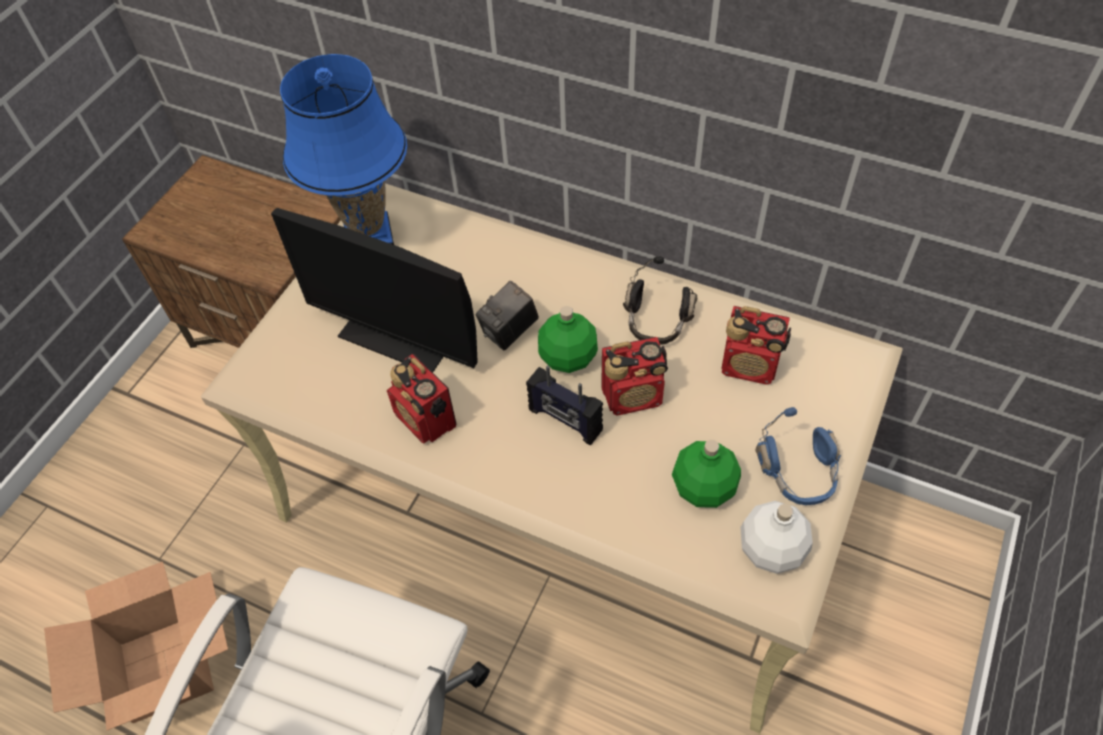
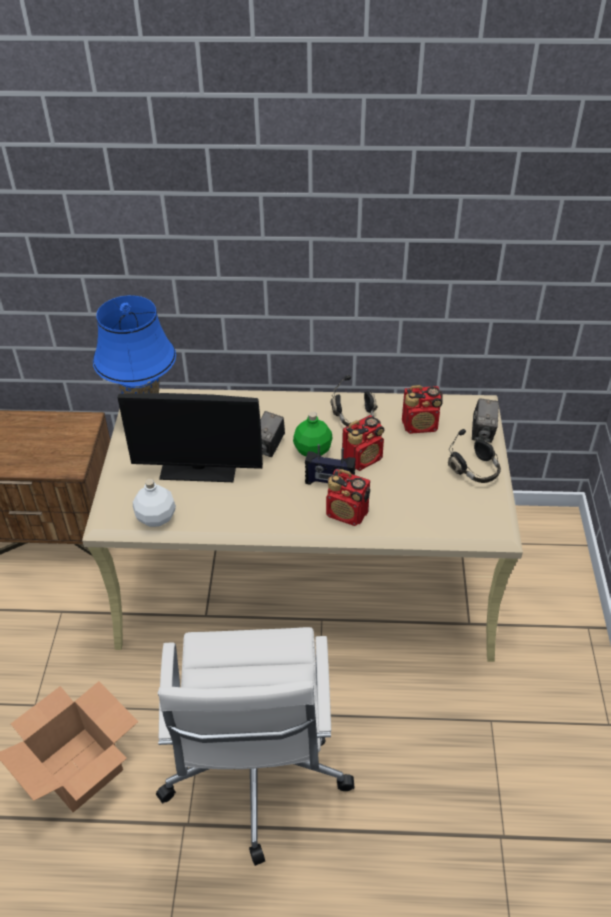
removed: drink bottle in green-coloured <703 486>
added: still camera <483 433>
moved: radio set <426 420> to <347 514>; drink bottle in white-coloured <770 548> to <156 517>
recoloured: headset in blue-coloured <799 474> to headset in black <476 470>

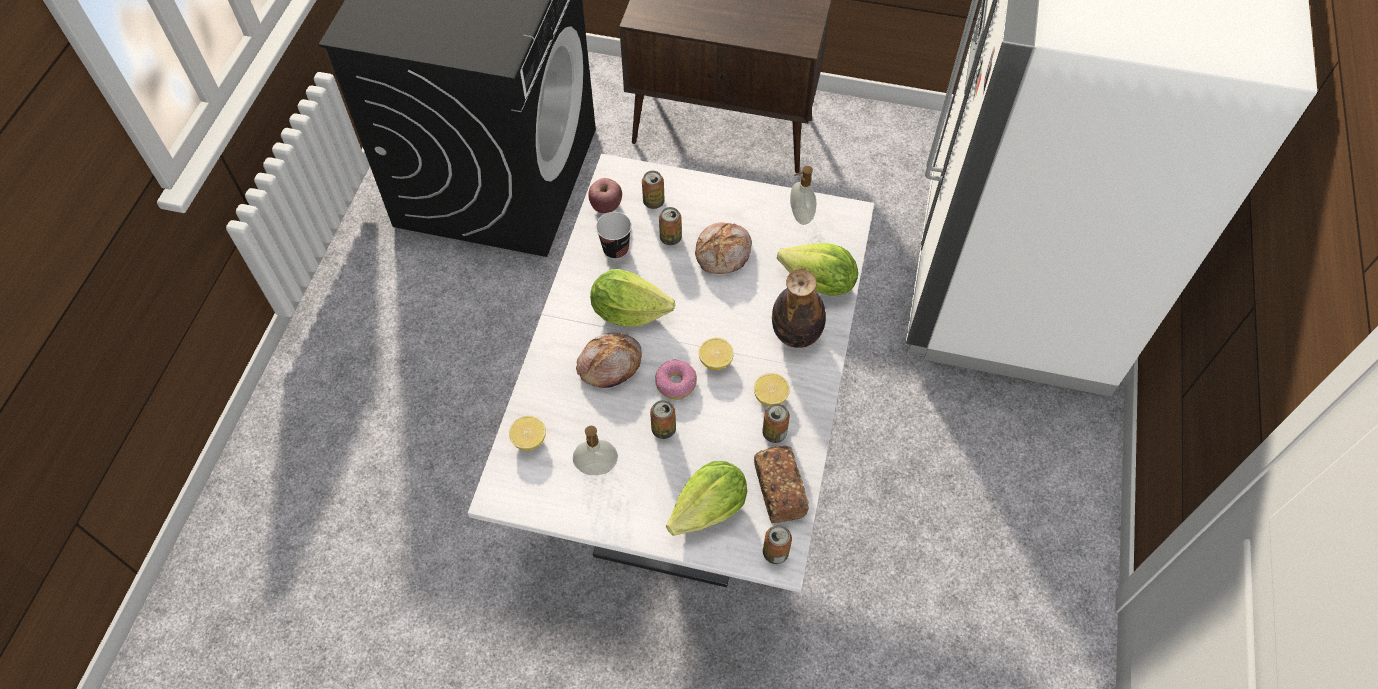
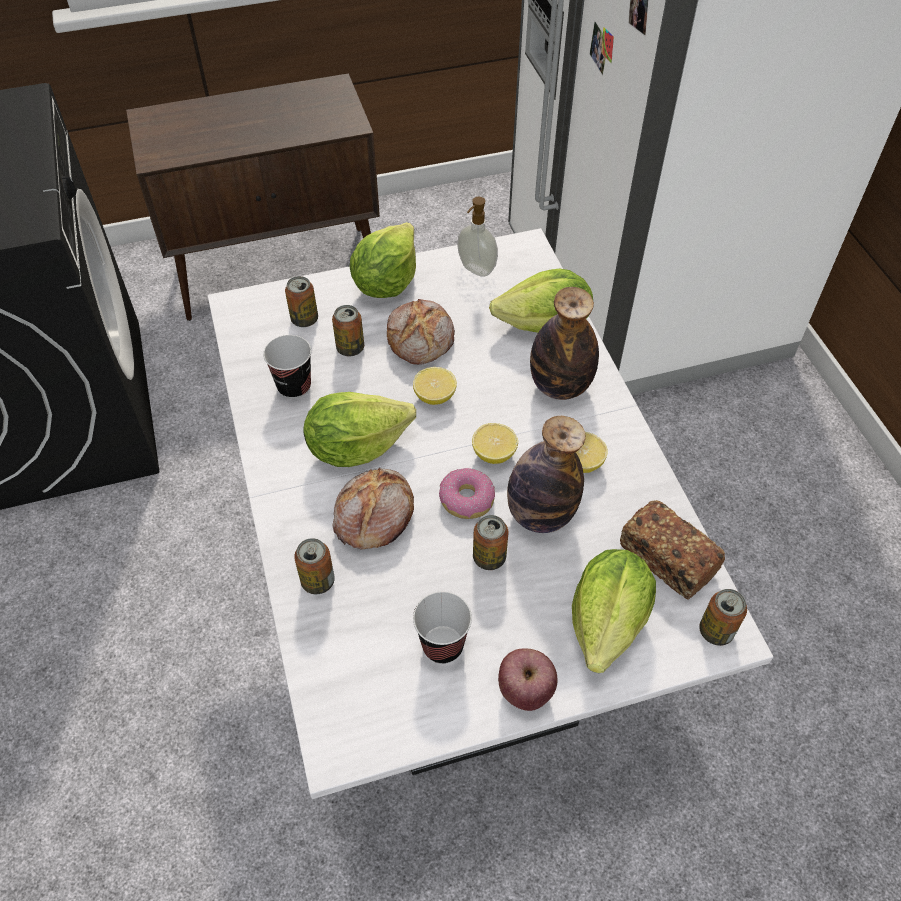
added: head of lettuce <386 282>; drink bottle <540 514>
moved: lemon <529 440> to <435 396>; apple <606 206> to <525 690>; metal can <774 433> to <318 581>
replaced: liquid soap bottle <597 469> to small cup <442 646>

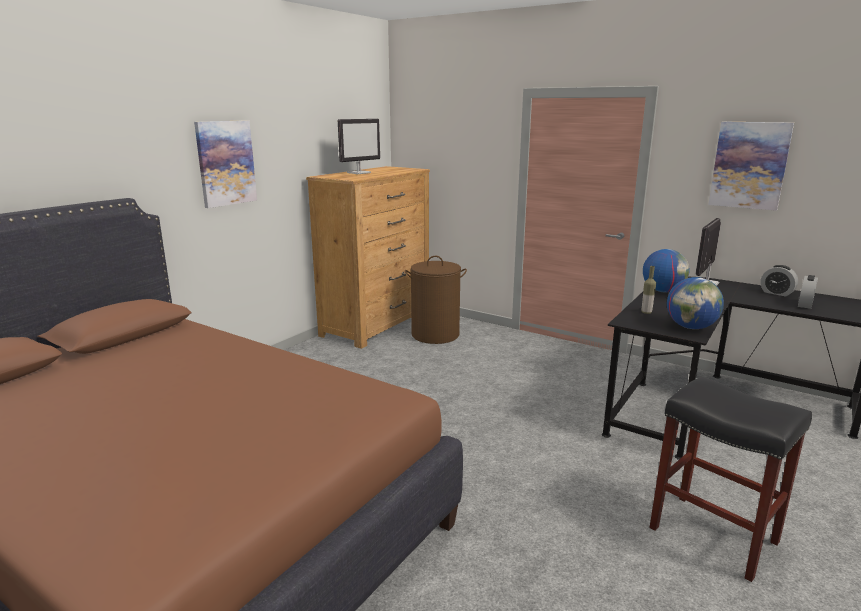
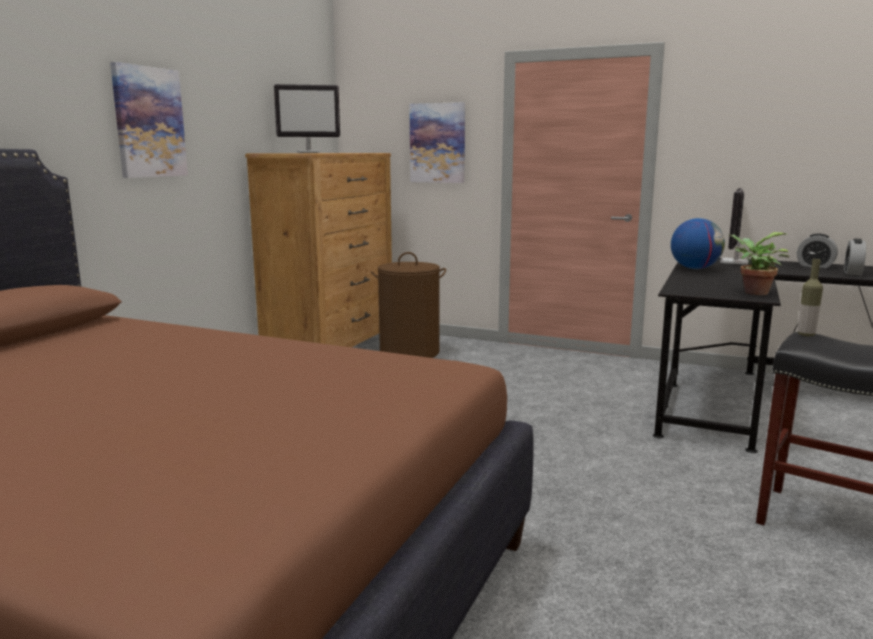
moved: drink bottle <646 312> to <806 335>; wall picture <749 165> to <437 143>
replaced: world globe <691 327> to potted plant <752 292>
turned: monitor <359 173> = <309 152> 45 degrees clockwise

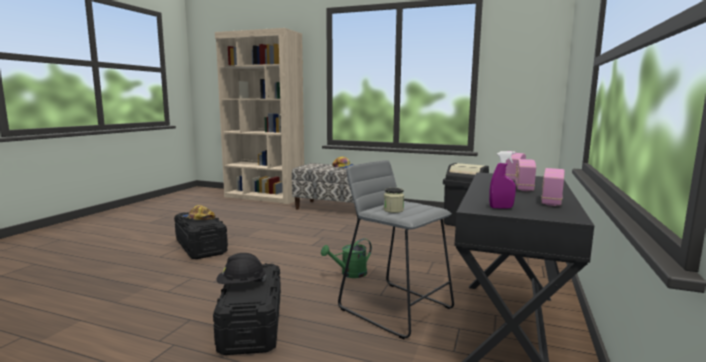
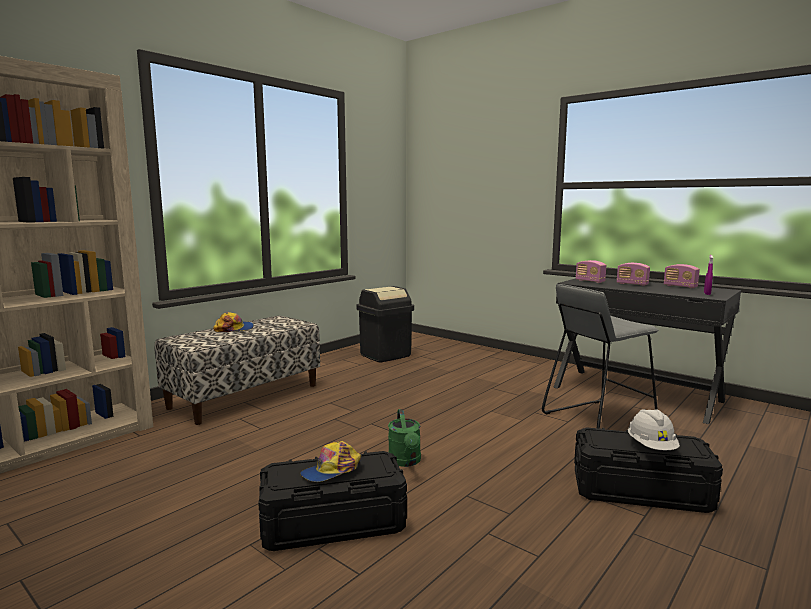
removed: jar <393 210>
moved: watering can in green-coloured <349 274> to <406 461>
recoloured: work helmet in black <241 285> to work helmet in white-coloured <651 447>

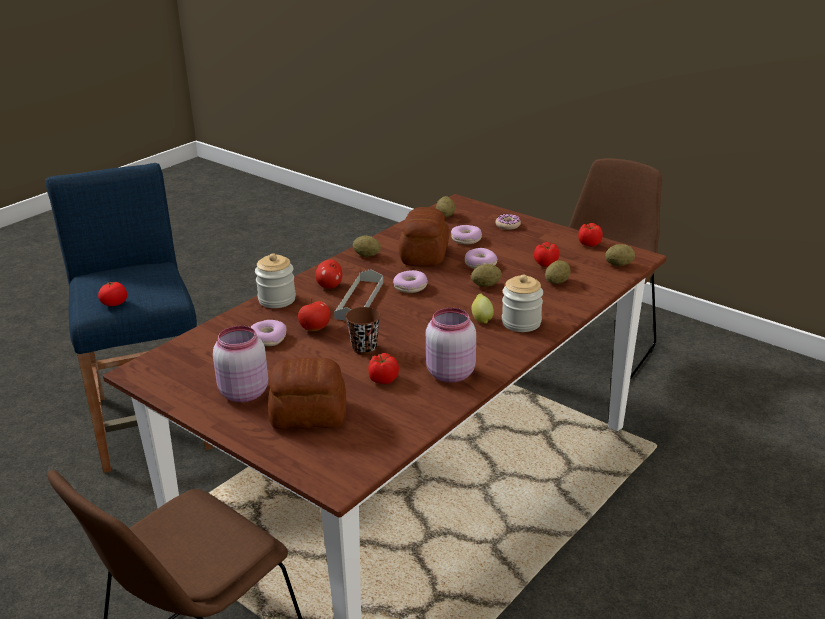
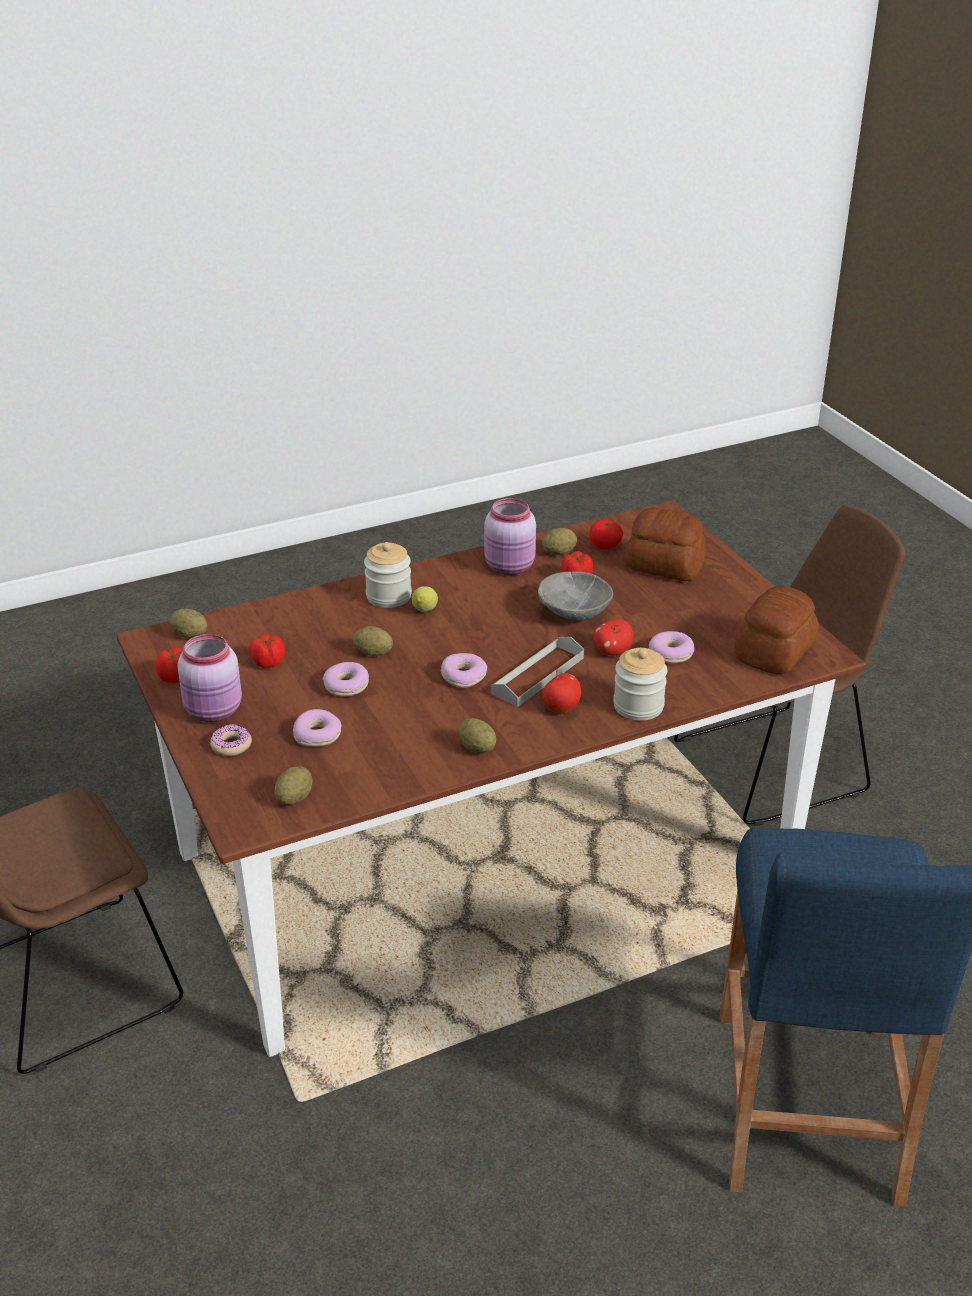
moved: whole tomato <114 303> to <605 546>; jar in pinkish <242 392> to <215 711>; bakery bread <423 255> to <776 652>; potato <557 282> to <559 552>
replaced: small cup in brown <364 348> to bowl in greyish <573 614>

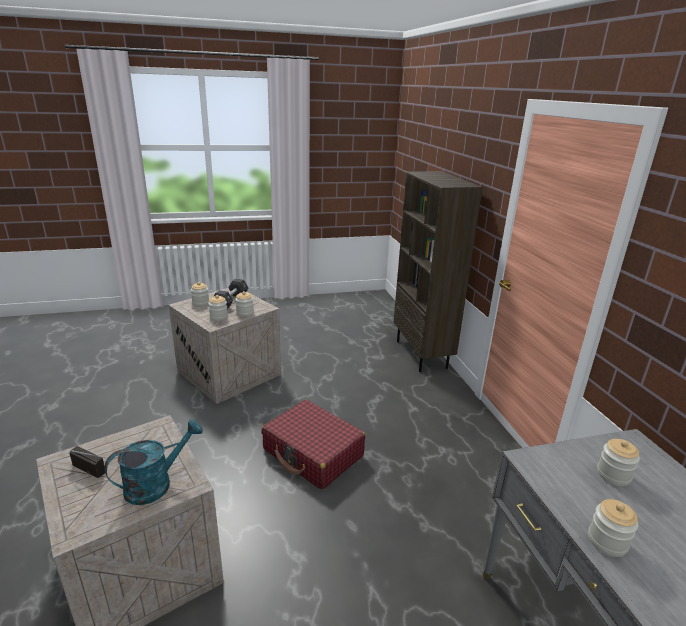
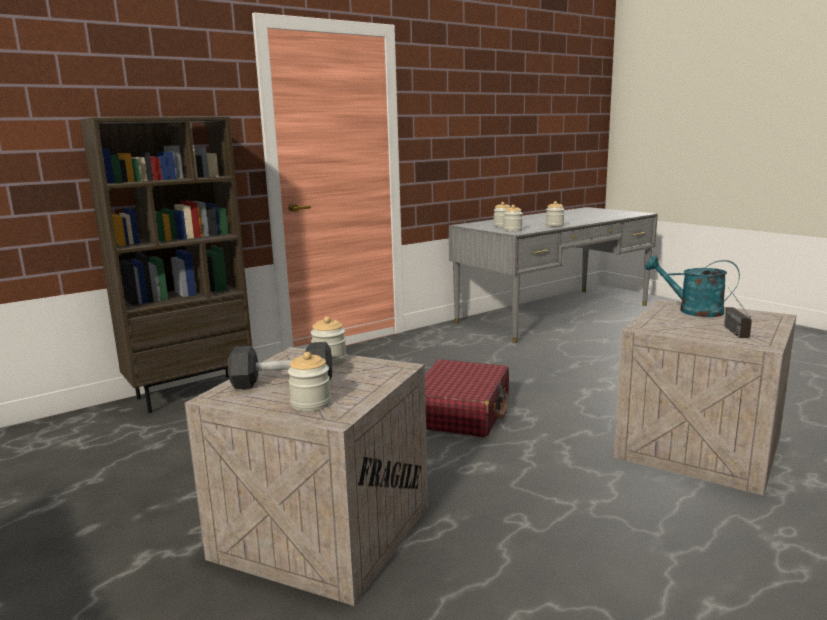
moved: jar <218 317> to <512 230>

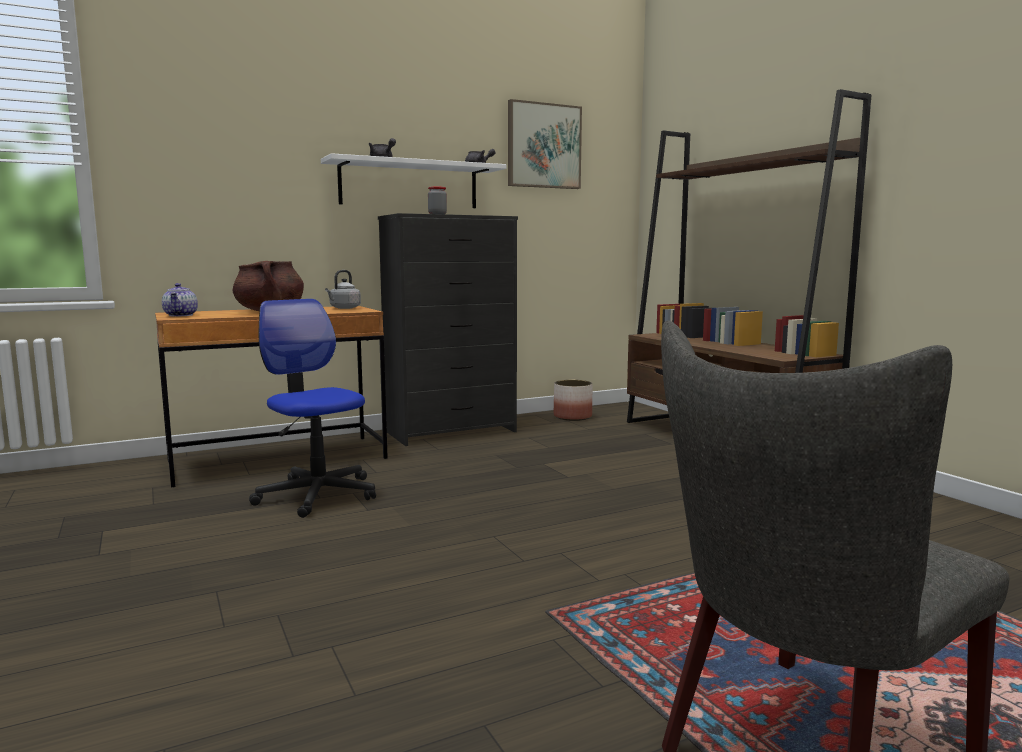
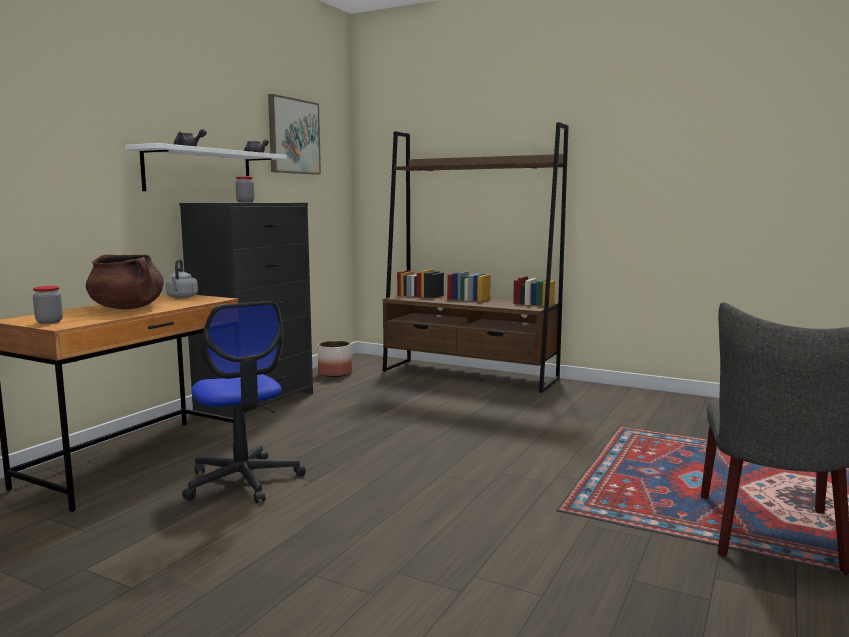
replaced: pot for tea <181 315> to jar <49 322>
turned: desk chair <317 495> = <243 481> 135 degrees counterclockwise

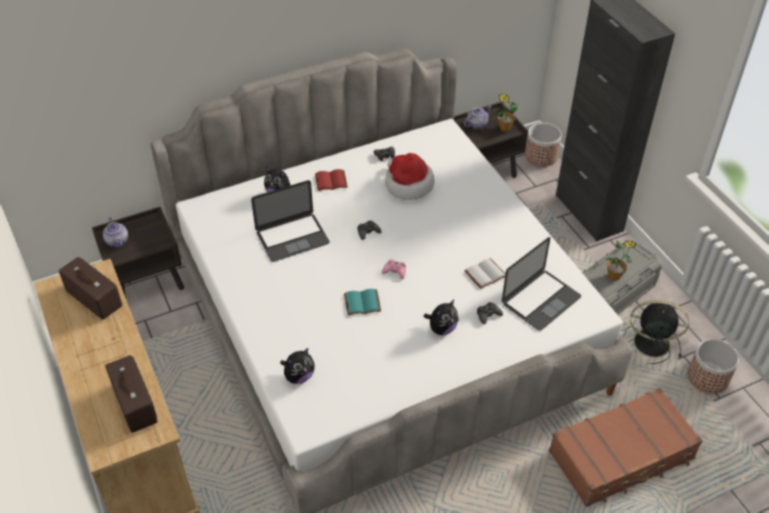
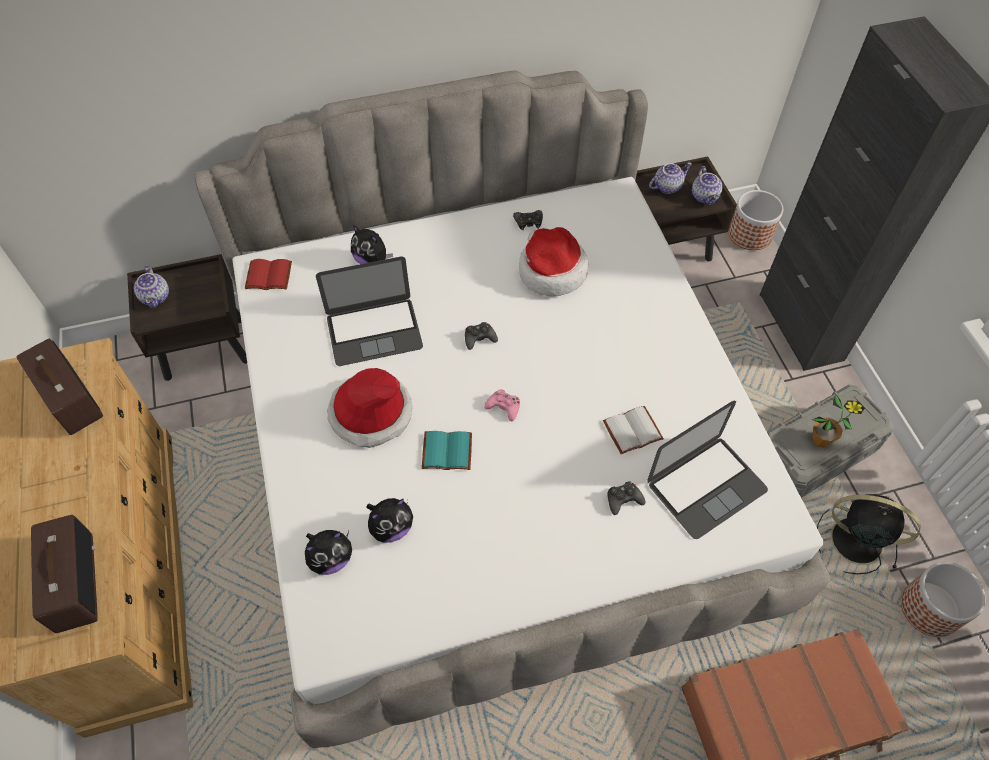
added: clothing hat <370 413>
moved: volume in reddish <330 182> to <268 277>; cuddly toy <442 329> to <391 528>
replaced: potted plant <505 128> to pot for tea <705 197>

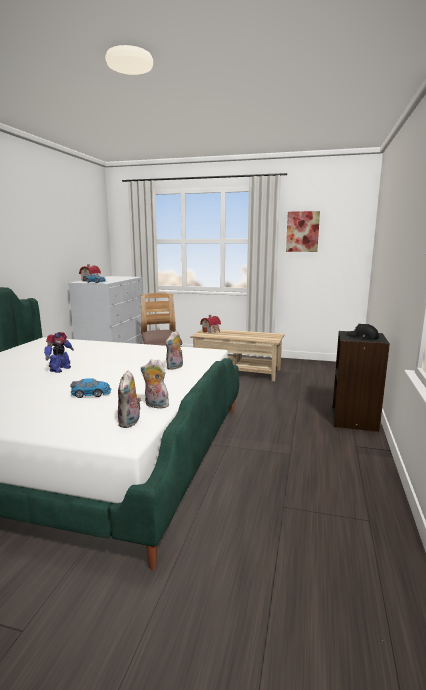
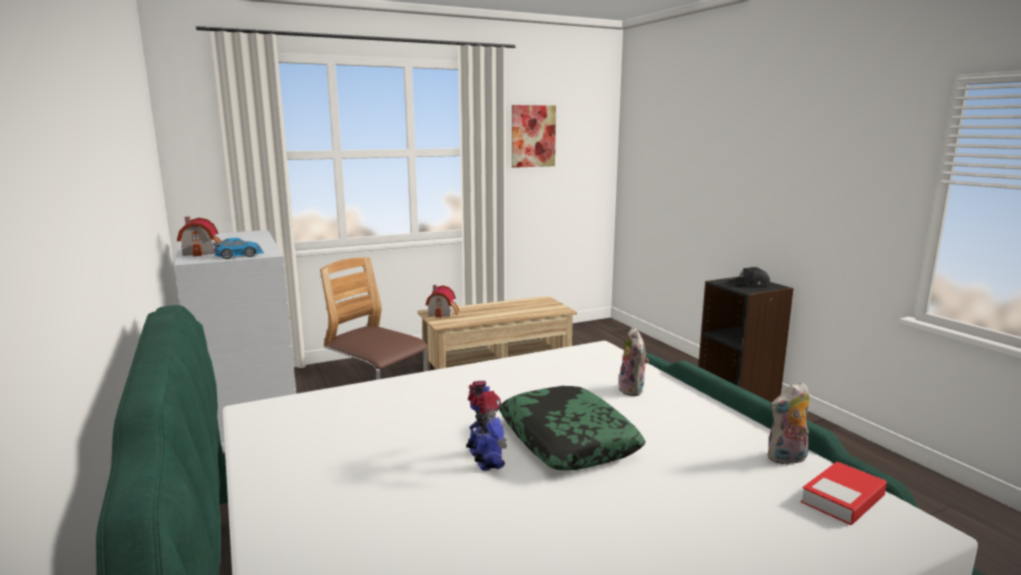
removed: model car <91 393>
added: pillow <566 440>
replaced: cuddly toy <130 423> to volume <842 499>

